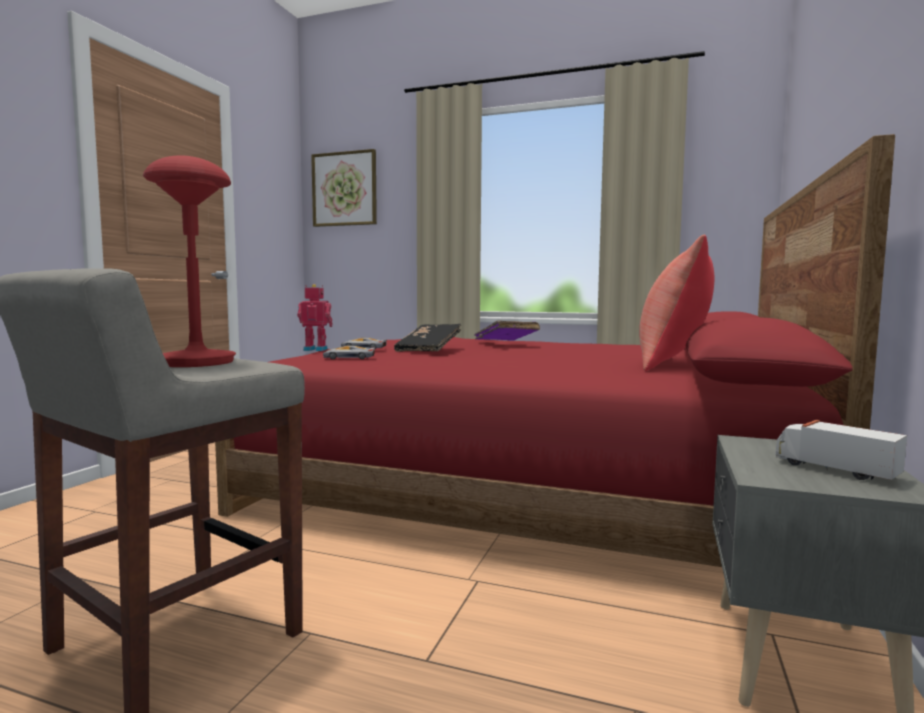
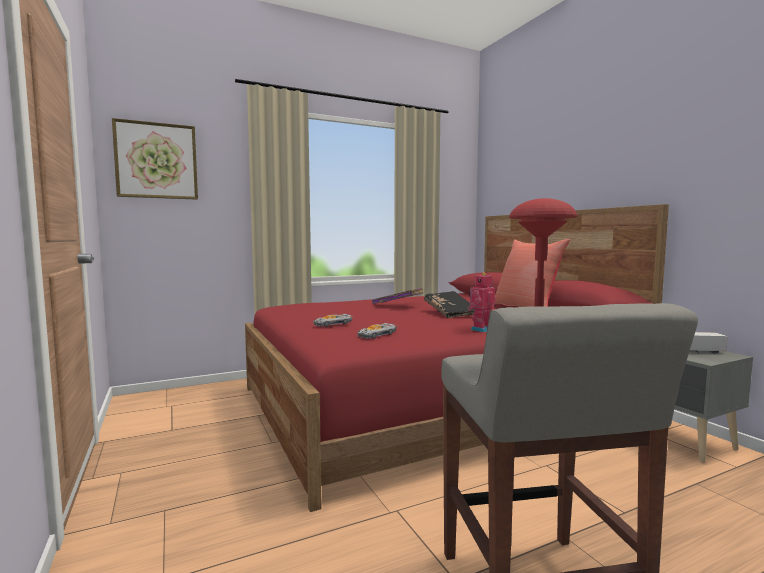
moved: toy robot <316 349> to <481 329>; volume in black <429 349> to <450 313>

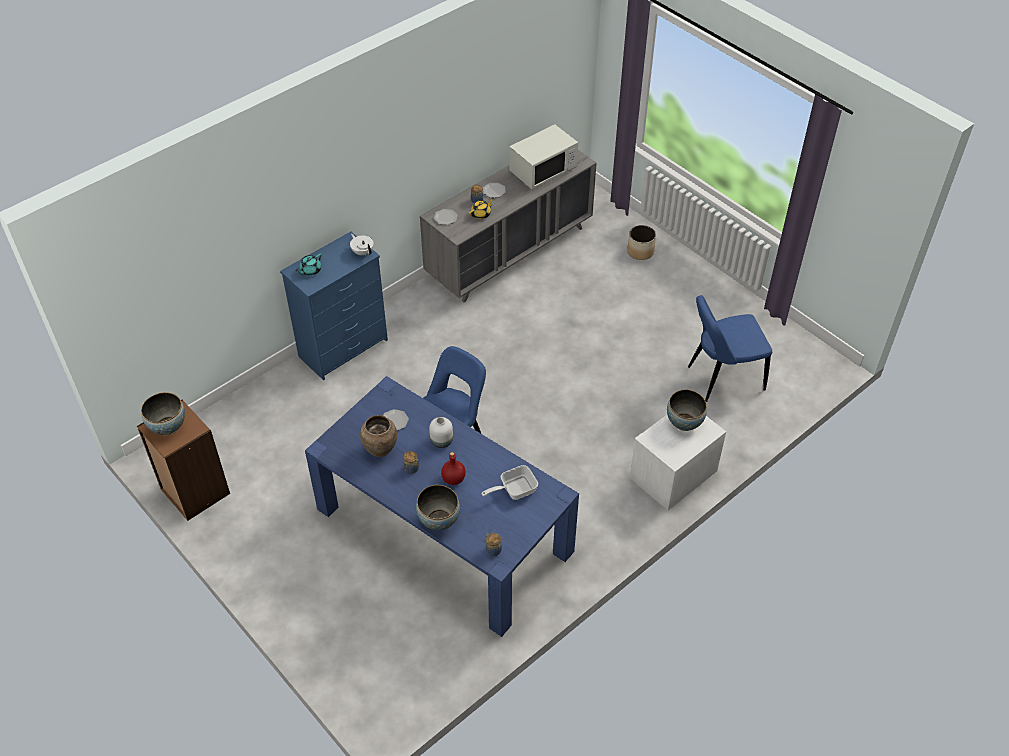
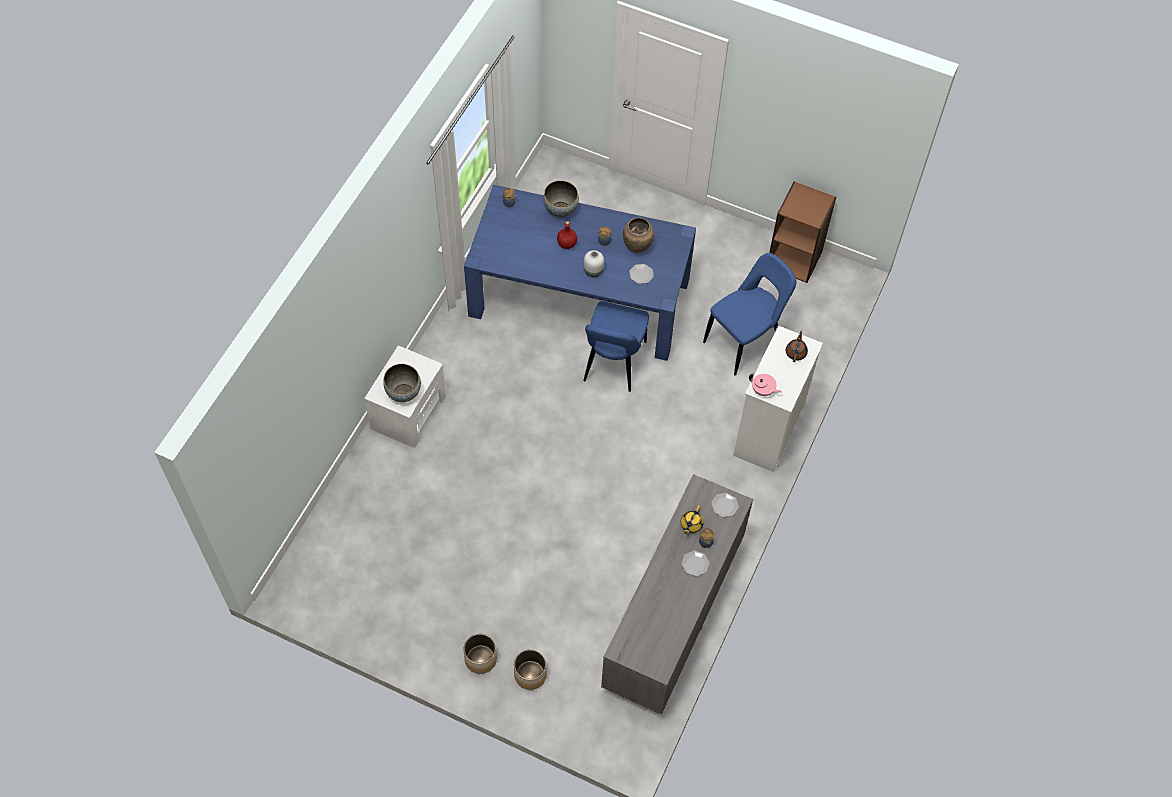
removed: bowl <168 427>; frying pan <514 490>; microwave oven in white-coloured <543 170>
added: flower pot <480 659>
moved: upright chair in blue-coloured <722 378> to <745 341>
recoloured: chest of drawers in blue-coloured <344 348> to chest of drawers in white-coloured <767 432>; pot for tea in turquoise-coloured <310 270> to pot for tea in brown <796 352>; pot for tea in white-coloured <362 252> to pot for tea in pinkish <763 390>

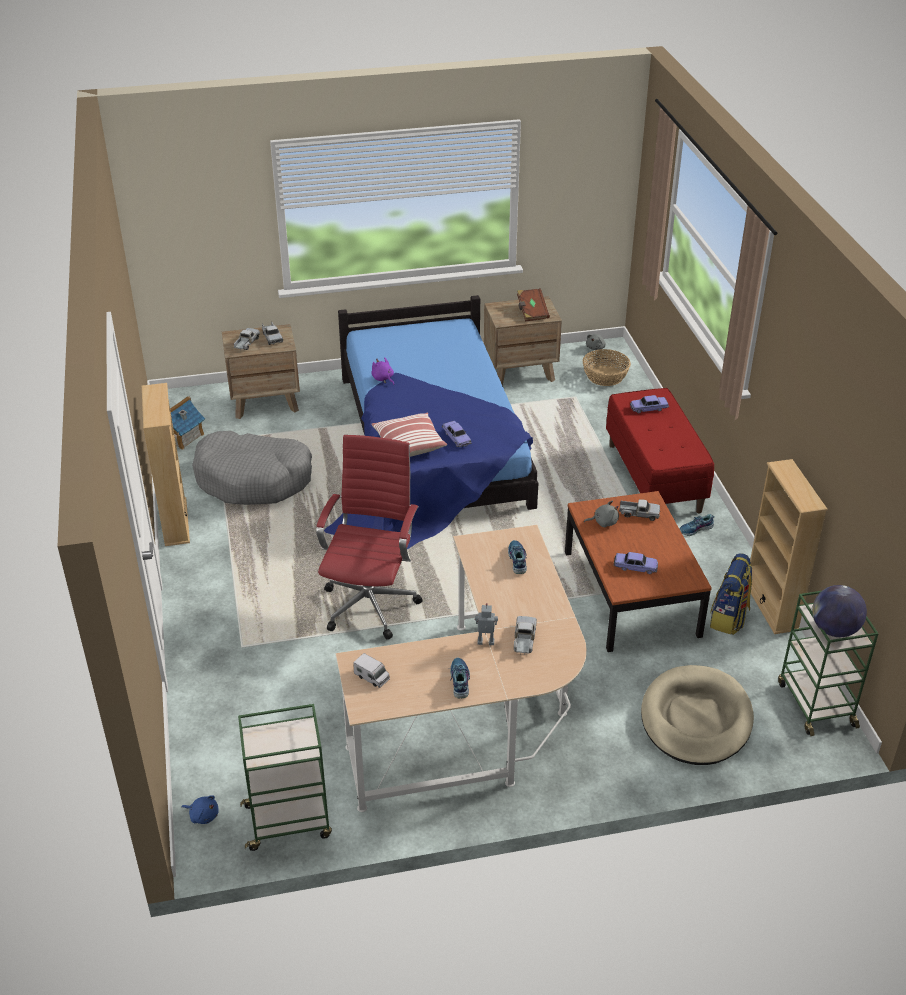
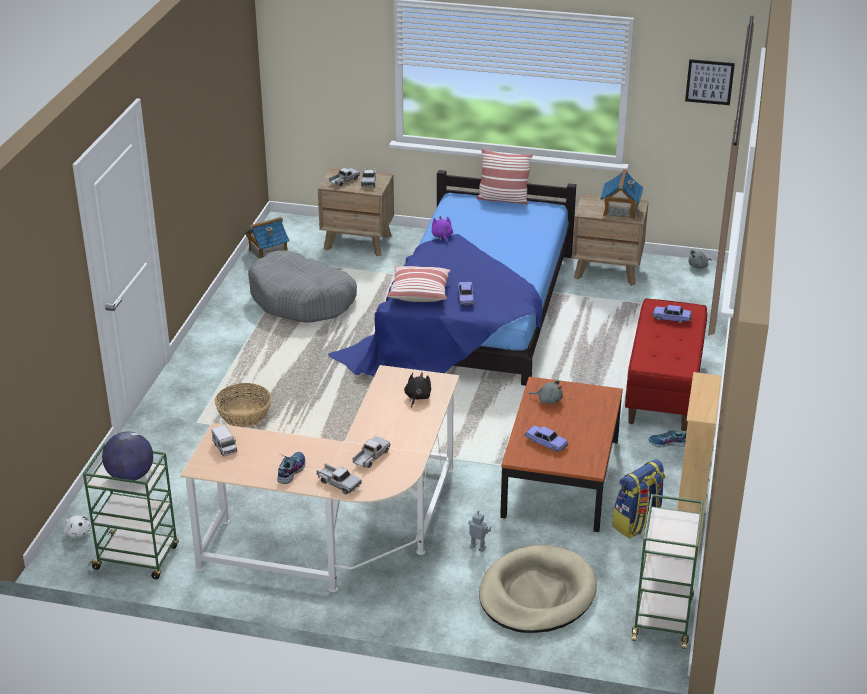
removed: bookshelf in beige-coloured <175 522>; desk chair in reddish <371 602>
added: pillow <503 199>; wall picture <709 82>
moved: toy robot <485 643> to <477 548>; basket <605 376> to <244 415>; toy truck <639 514> to <338 483>; world globe <834 629> to <130 476>
replaced: shoe <517 560> to cuddly toy in black <417 397>; volume in brown <531 312> to model house <620 210>
recoloured: cuddly toy in blue-coloured <203 815> to cuddly toy in white-coloured <77 533>

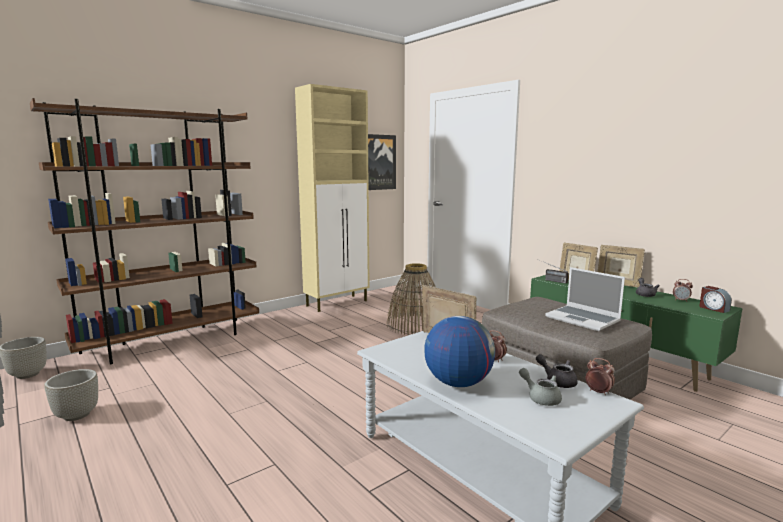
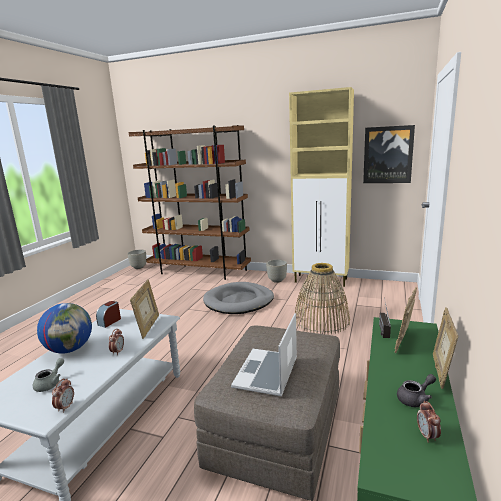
removed: pot for tea in greyish <557 381>
added: dog cushion in greyish <239 301>
moved: flower pot in greyish <77 415> to <277 280>; alarm clock <713 308> to <109 321>

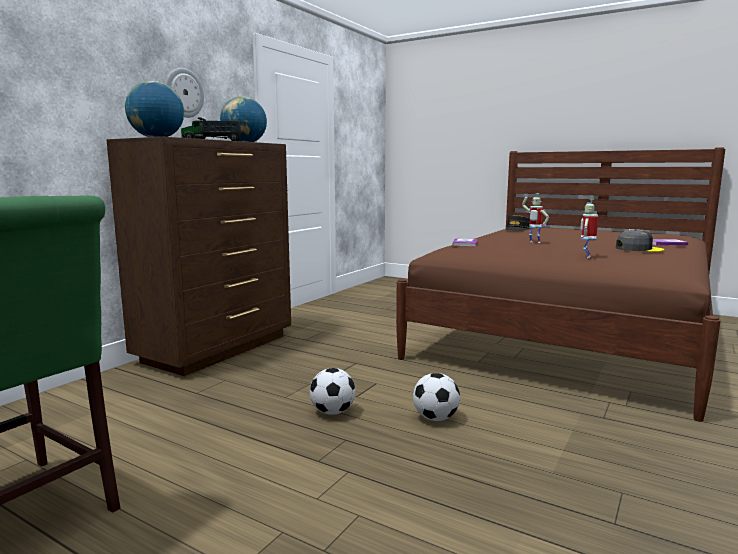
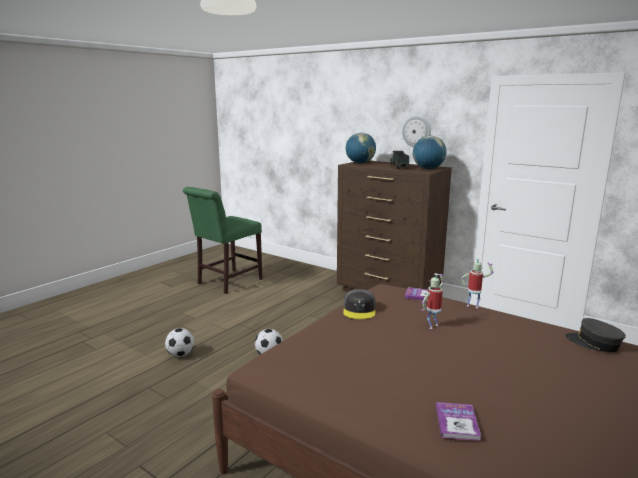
moved: football <333 412> to <181 354>; toy robot <586 257> to <473 306>; cap in greyish <638 249> to <359 310>

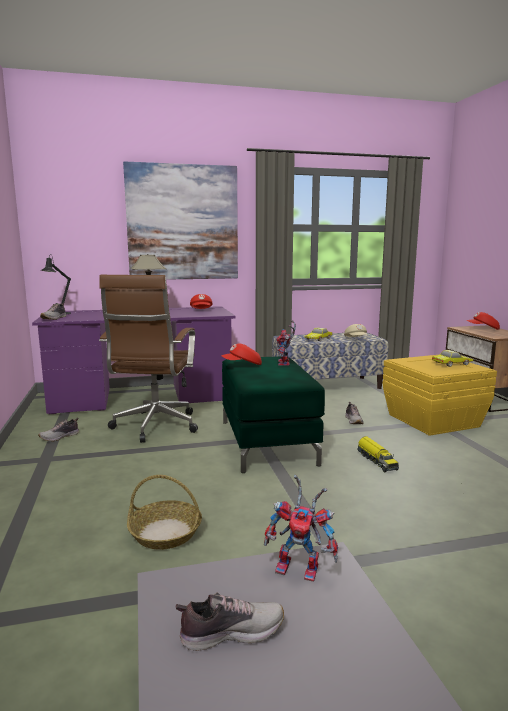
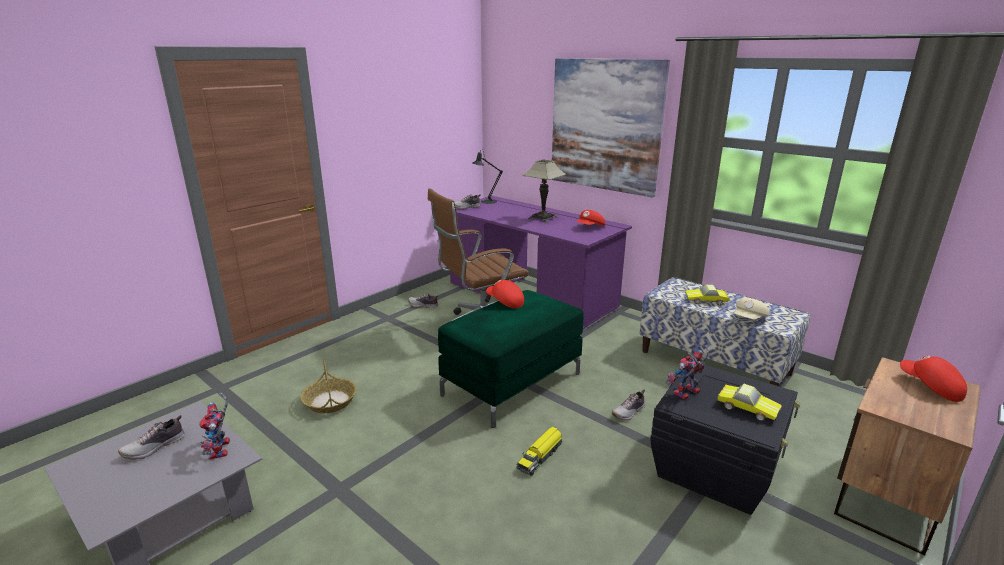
moved: toy robot <285 363> to <686 394>
recoloured: storage bin in yellow-coloured <433 420> to storage bin in black <716 468>
turned: shoe <230 632> = <155 447> 90 degrees clockwise

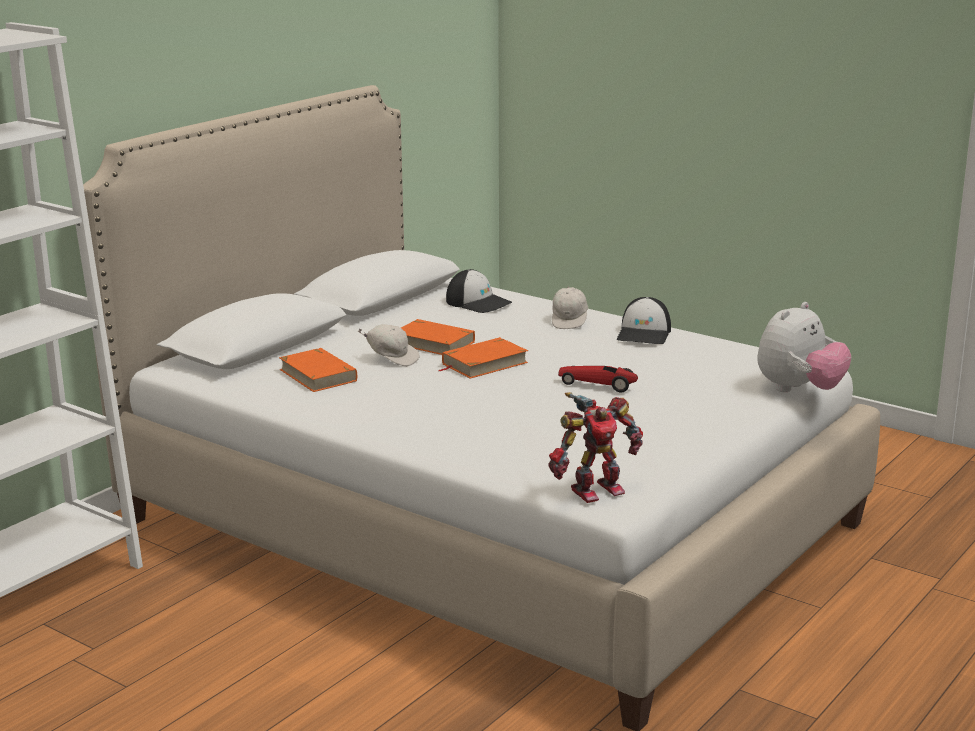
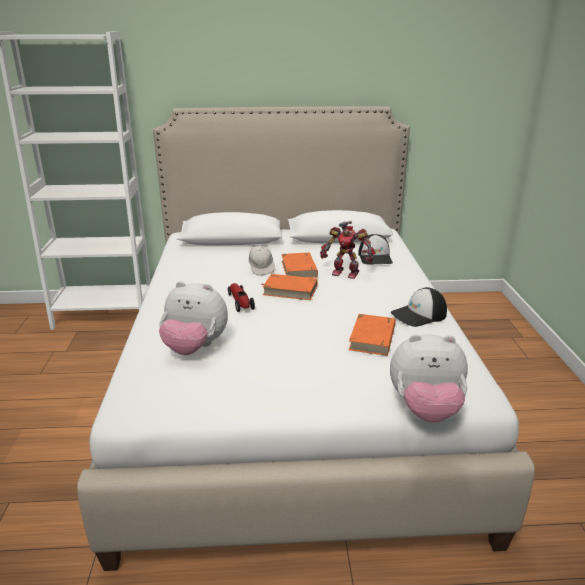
removed: cap in white-coloured <569 321>
added: cuddly toy <195 348>
moved: volume in orangey <318 375> to <373 338>; toy robot <595 489> to <346 272>; model car <598 385> to <240 302>

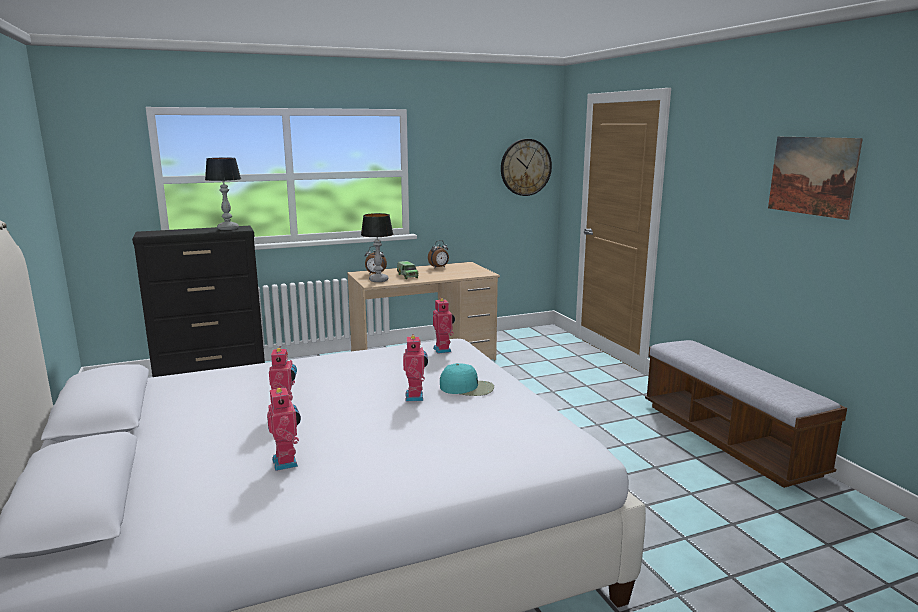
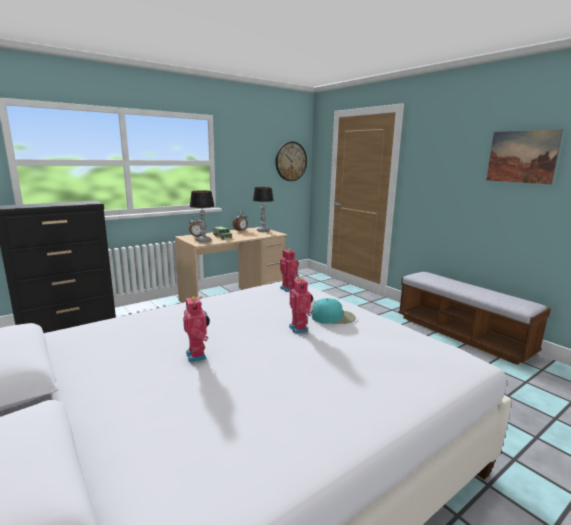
removed: toy robot <287 462>
moved: table lamp <228 229> to <263 231>

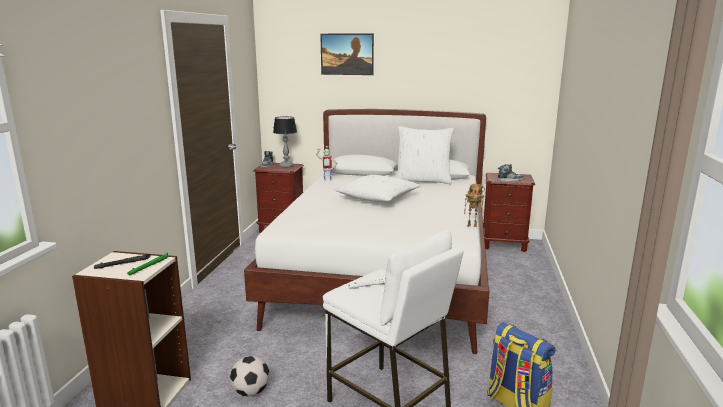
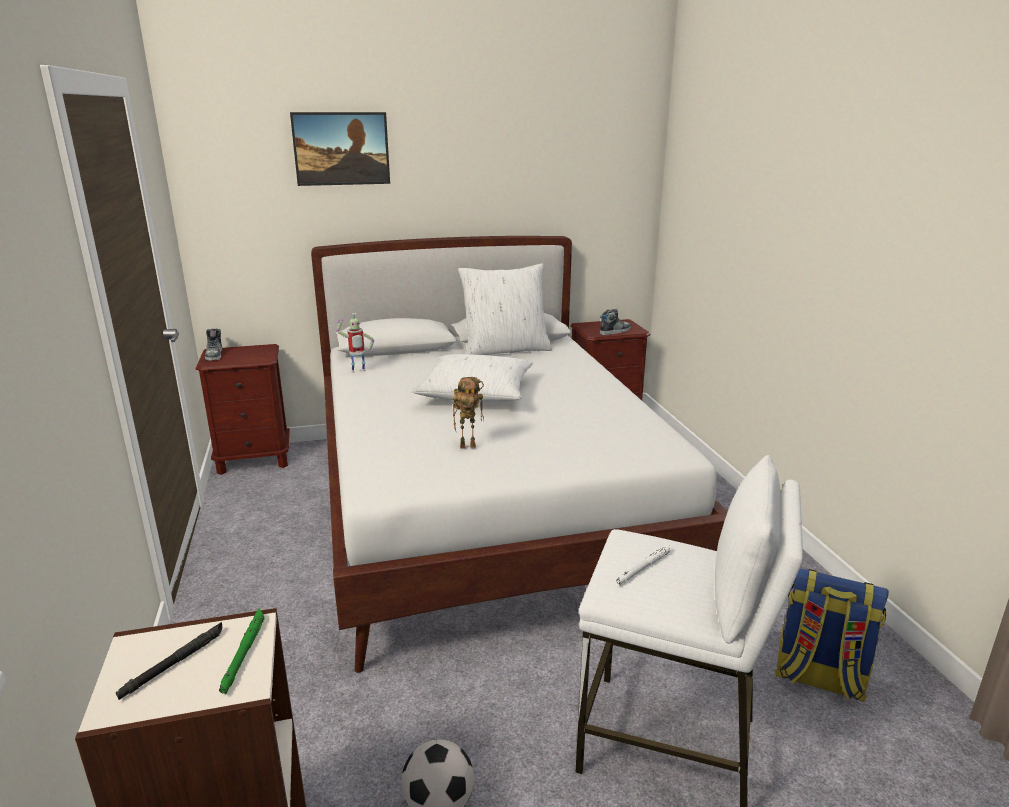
removed: table lamp <286 166>
moved: toy robot <472 225> to <468 445>

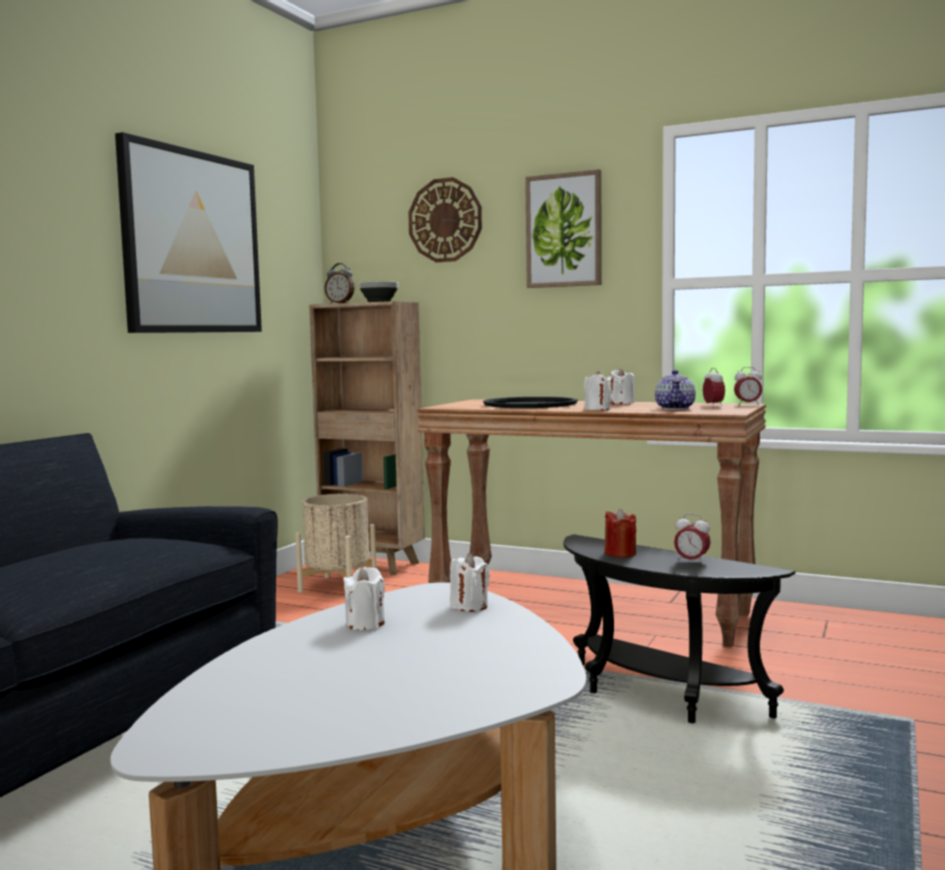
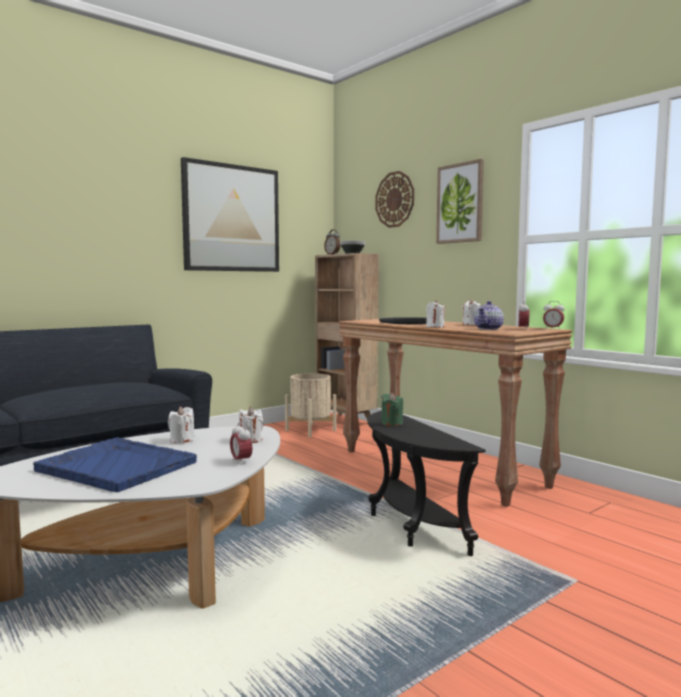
added: serving tray in blue-coloured <116 466>
moved: alarm clock <691 561> to <241 461>
recoloured: candle in reddish <620 553> to candle in green-coloured <392 423>

